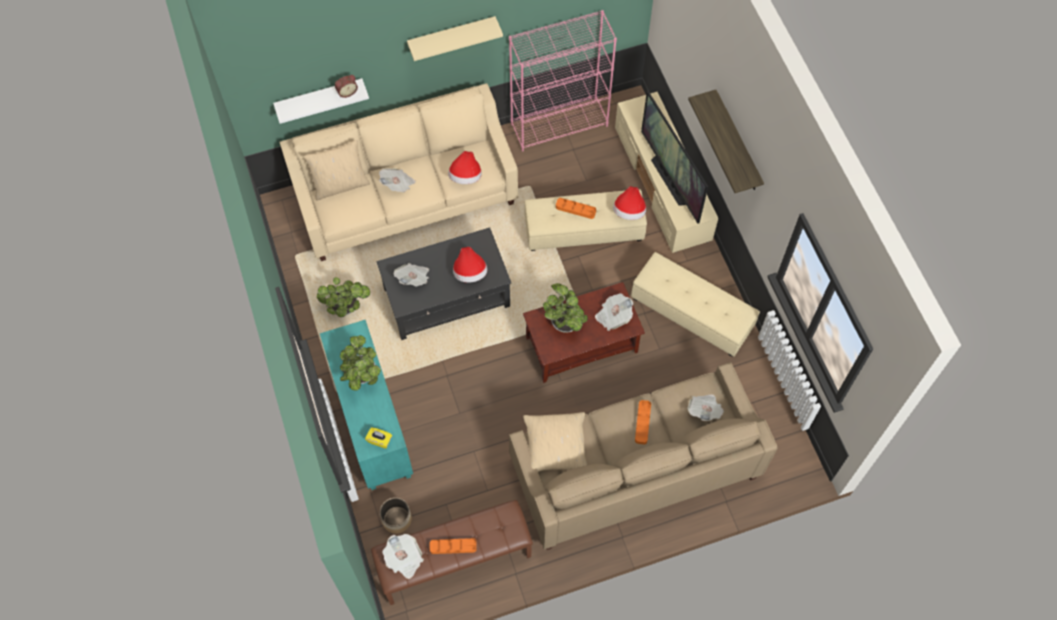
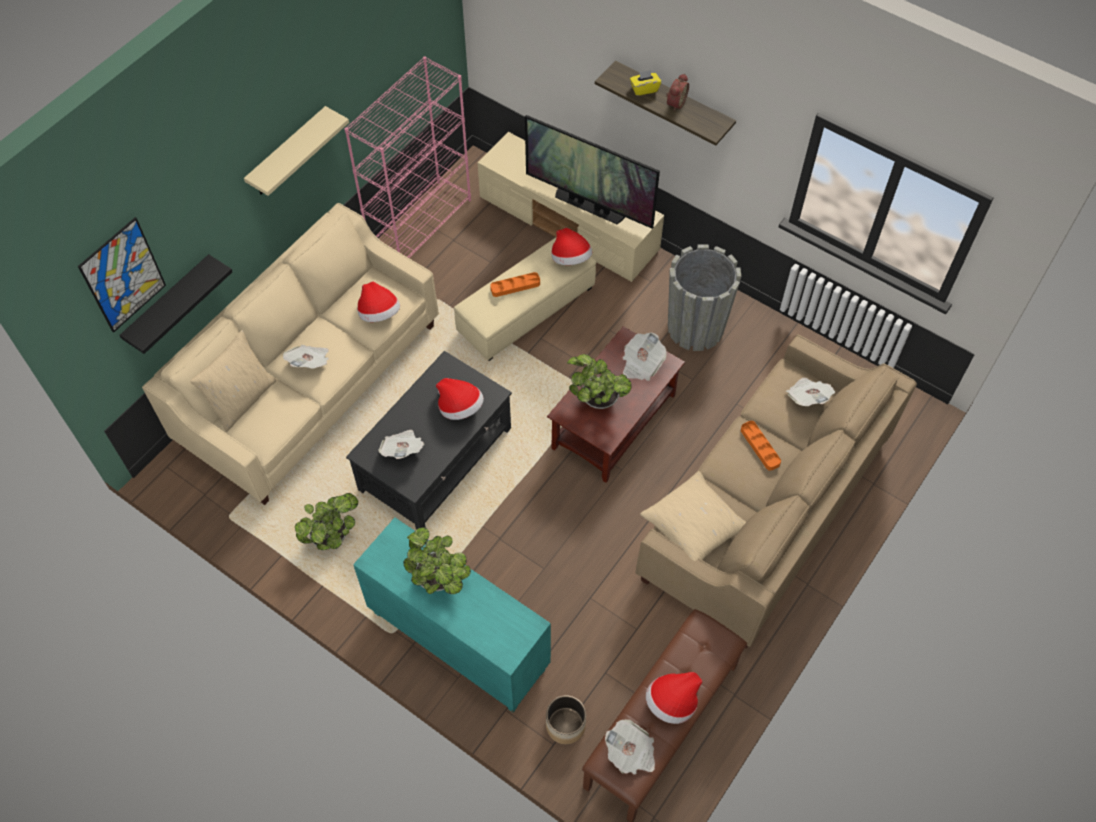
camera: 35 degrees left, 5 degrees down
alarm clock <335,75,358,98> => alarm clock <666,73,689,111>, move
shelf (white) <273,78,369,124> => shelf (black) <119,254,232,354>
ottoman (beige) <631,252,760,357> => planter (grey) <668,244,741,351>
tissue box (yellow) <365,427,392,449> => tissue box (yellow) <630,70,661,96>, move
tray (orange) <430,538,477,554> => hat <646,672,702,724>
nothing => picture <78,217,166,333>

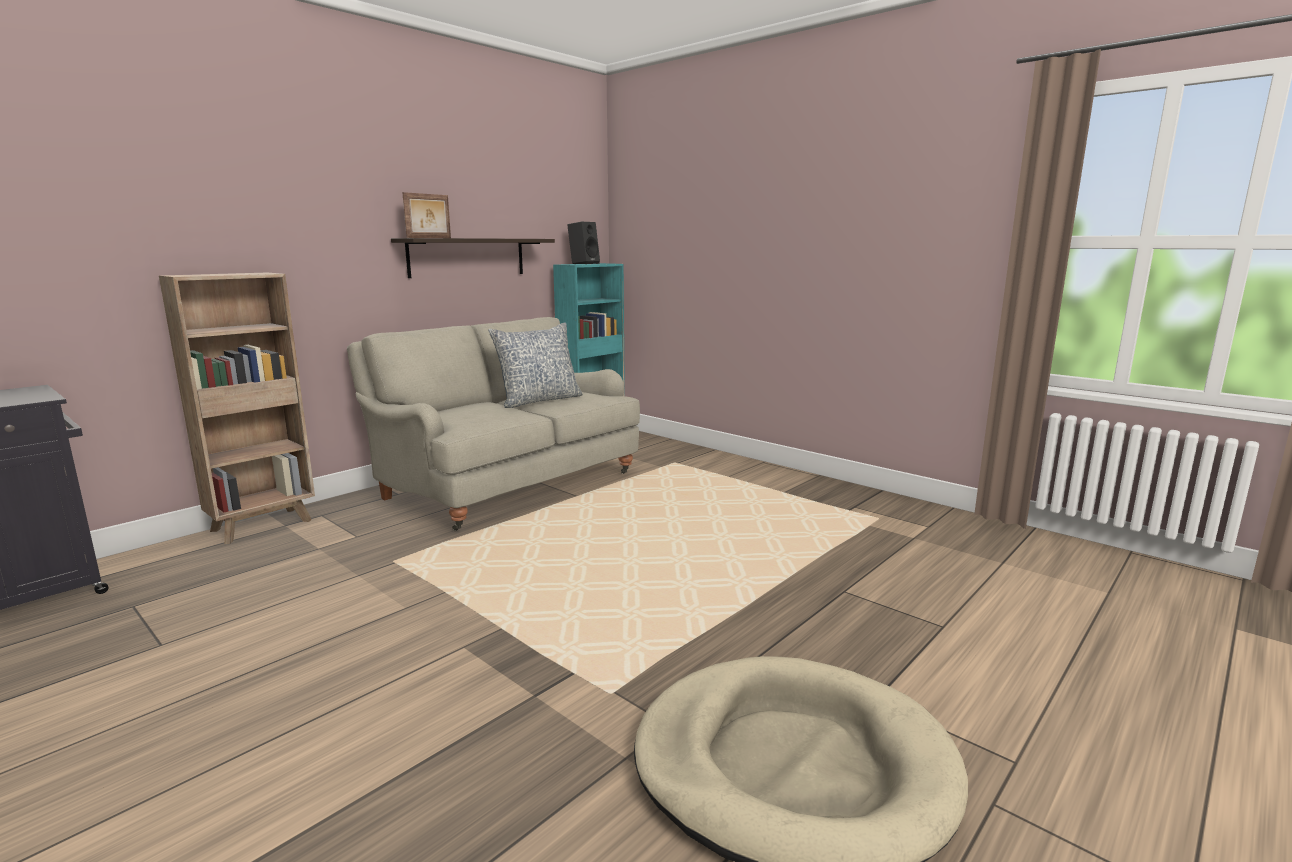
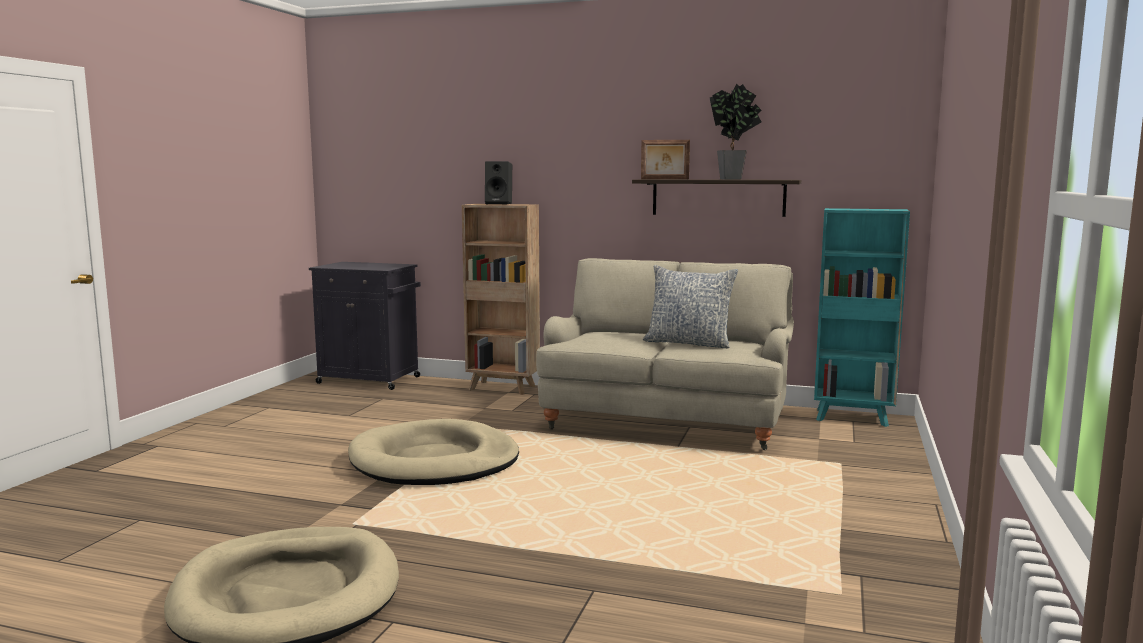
camera: 65 degrees right, 5 degrees down
speaker (black) <567,222,600,264> => speaker (black) <485,161,512,205>, move
nothing => potted plant <709,84,762,179>
nothing => dog bed (beige) <348,419,519,485>

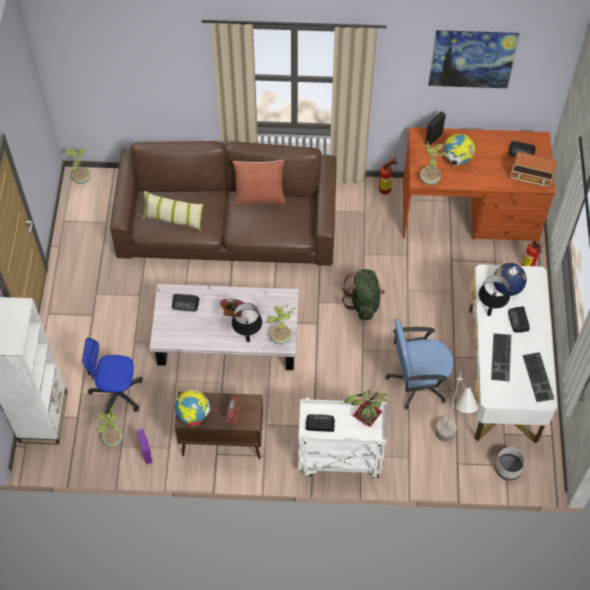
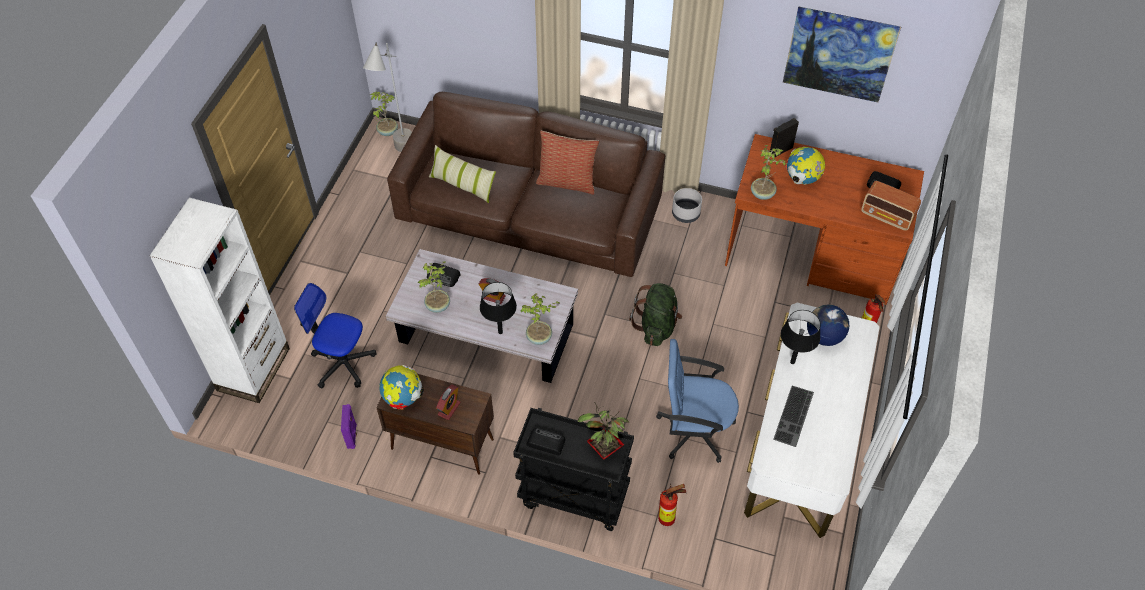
camera: 15 degrees right, 5 degrees down
fire extinguisher <379,157,398,194> => fire extinguisher <658,484,686,526>, move
radio <508,306,530,333> => nothing
keyboard <522,352,554,402> => nothing
floor lamp (grey) <435,371,478,442> => floor lamp (grey) <363,43,412,152>, move
cart (white) <298,398,387,478> => cart (black) <513,408,634,531>
potted plant <96,405,123,447> => potted plant <418,261,450,313>, move
planter (grey) <495,447,526,481> => planter (grey) <672,188,702,223>, move

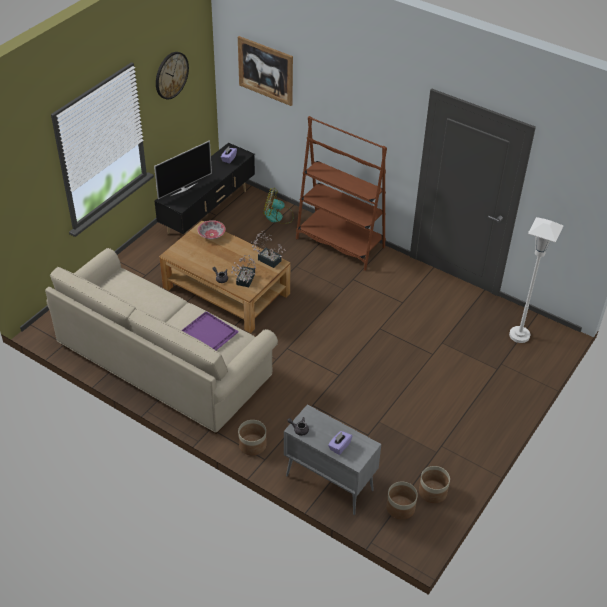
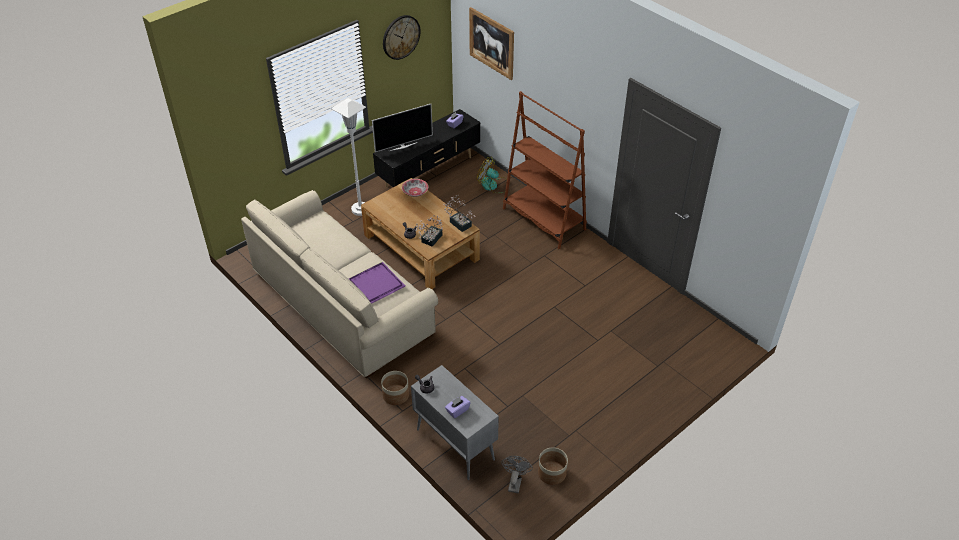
camera: 15 degrees right, 0 degrees up
floor lamp (white) <509,217,564,343> => floor lamp (white) <331,98,366,216>, move
planter <386,481,418,520> => fan (grey) <501,456,533,493>

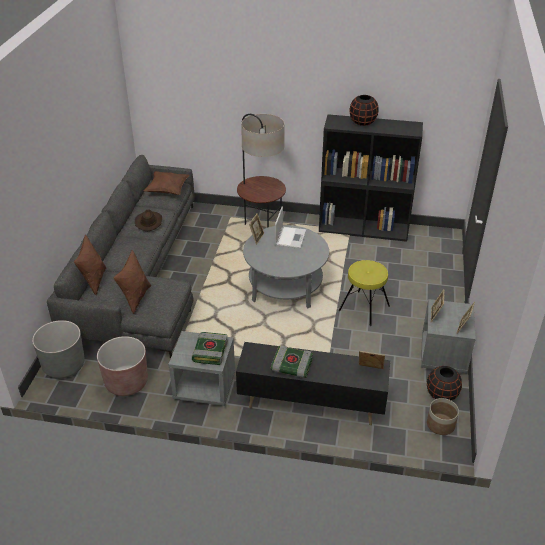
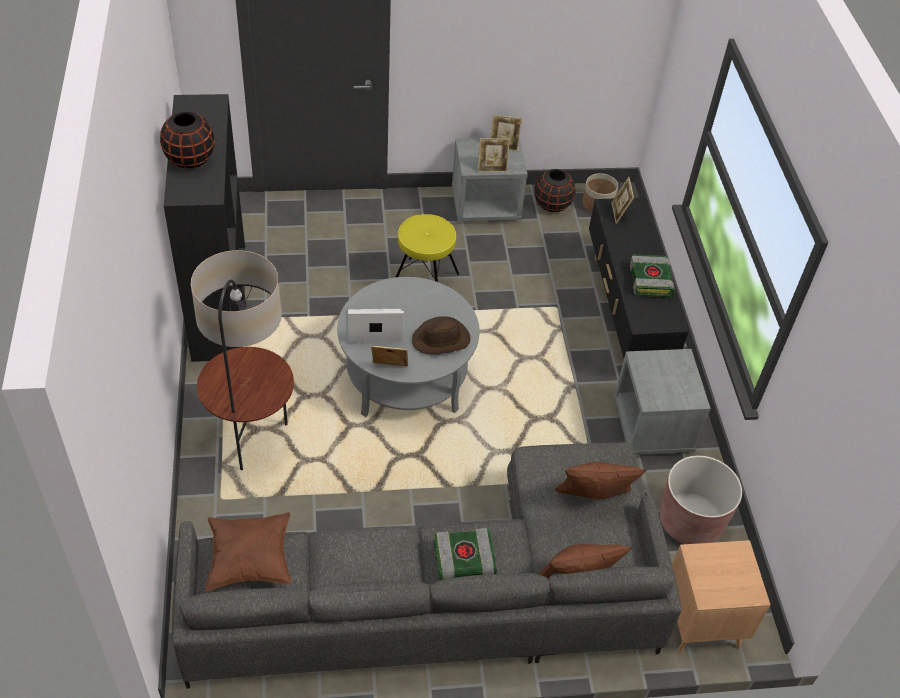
camera: 110 degrees left, 10 degrees up
hat (brown) <135,209,162,231> => hat (brown) <412,316,471,355>, move
planter (grey) <32,320,85,378> => side table (brown) <672,540,770,653>
book <192,332,227,365> => book <433,528,497,580>, move

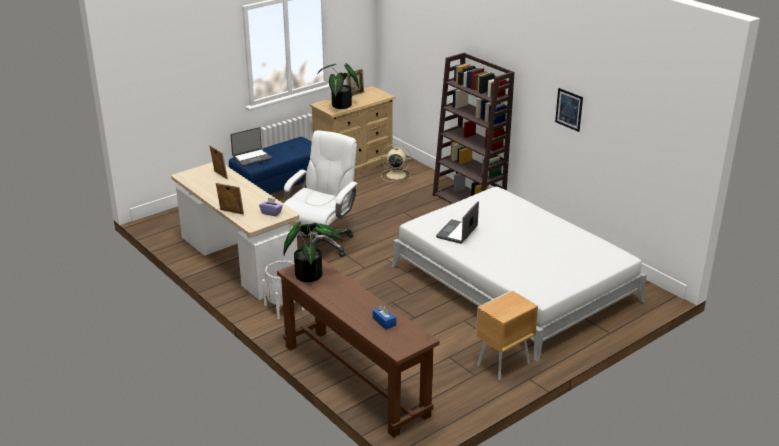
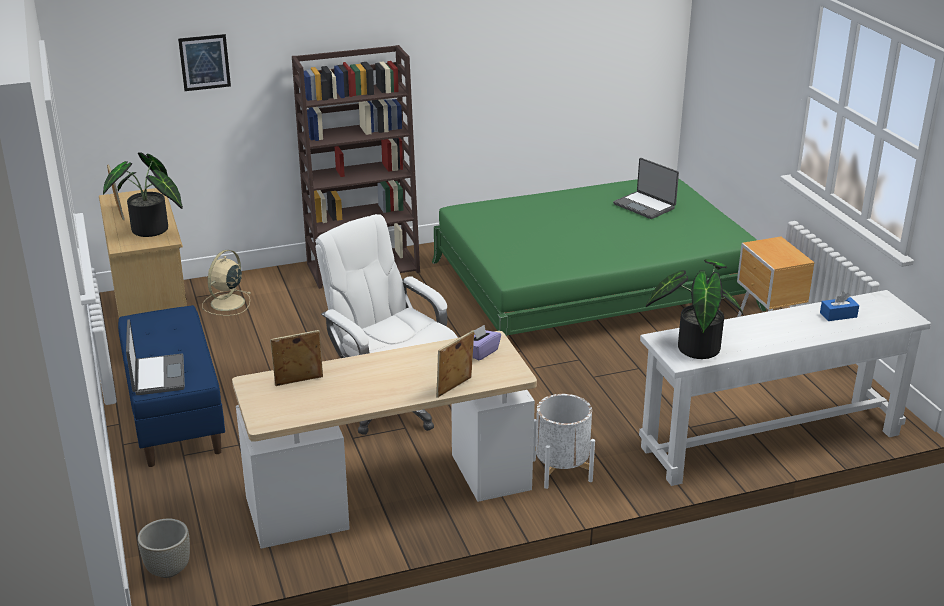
camera: 70 degrees left, 0 degrees up
picture <555,88,583,132> => picture <178,34,231,91>, move
bed (white) <391,186,647,362> => bed (green) <432,178,766,336>
laptop <436,201,479,244> => laptop <613,158,679,219>, move
console table (brown) <277,259,439,437> => console table (white) <639,290,931,486>
nothing => planter (grey) <138,519,190,578>

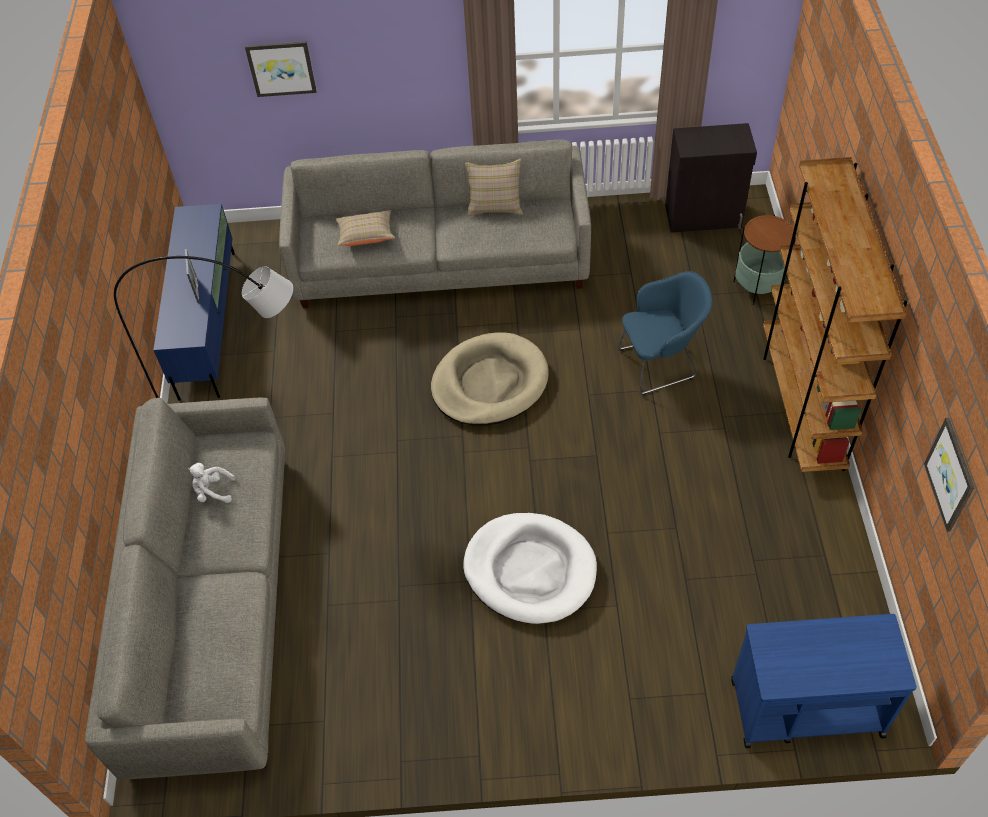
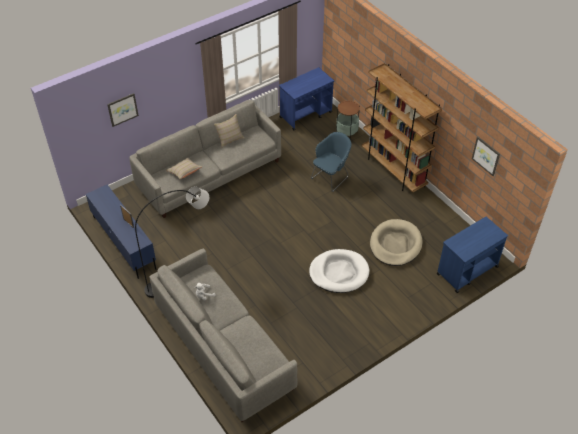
camera: 35 degrees left, 5 degrees down
cabinet (black) <665,123,757,233> => cart (blue) <279,67,334,131>
dog bed (beige) <431,332,549,426> => dog bed (beige) <370,219,423,266>, move

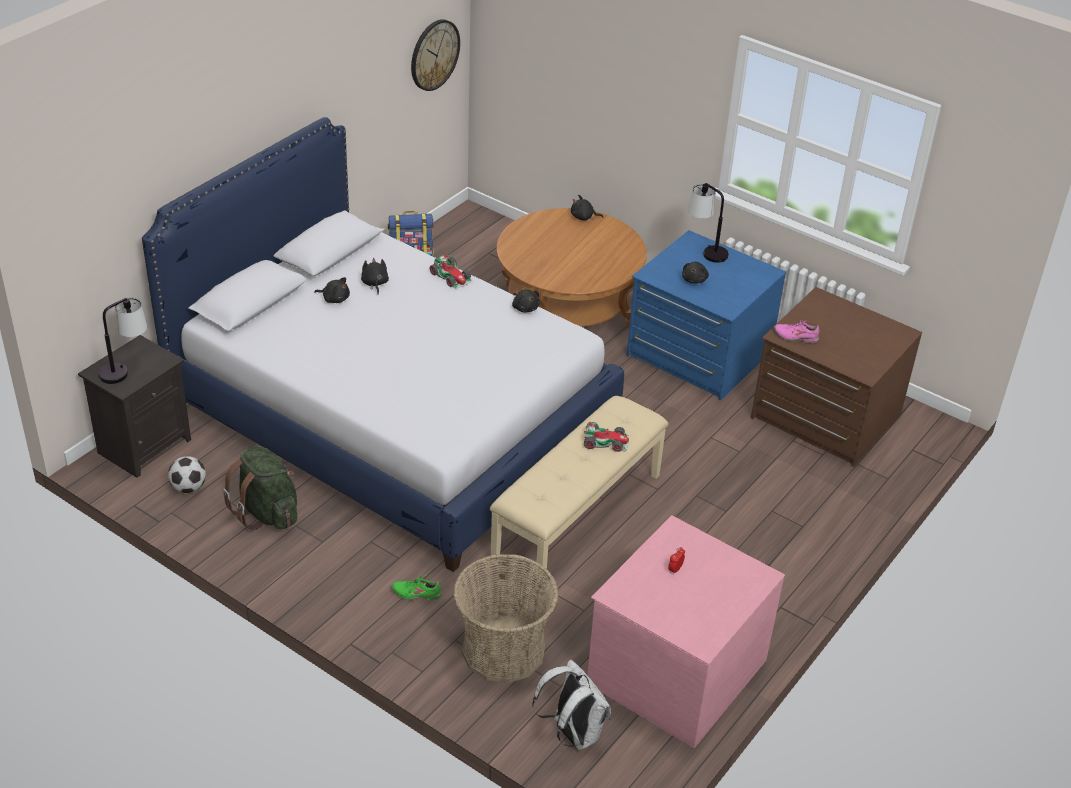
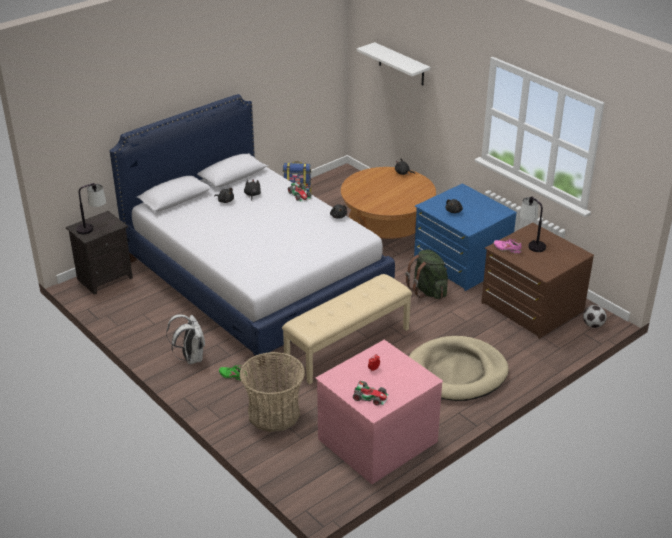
camera: 15 degrees right, 5 degrees down
wall clock <411,19,460,91> => nothing
table lamp <688,183,729,263> => table lamp <520,196,546,252>, move
toy car <584,422,629,452> => toy car <353,381,389,405>, move
backpack (green) <223,446,297,530> => backpack (green) <406,250,448,299>, move
football <168,456,206,493> => football <583,305,607,328>, move
backpack (white) <532,660,611,750> => backpack (white) <166,314,205,364>, move
nothing => shelf (white) <357,42,430,85>
nothing => dog bed (beige) <409,336,509,401>

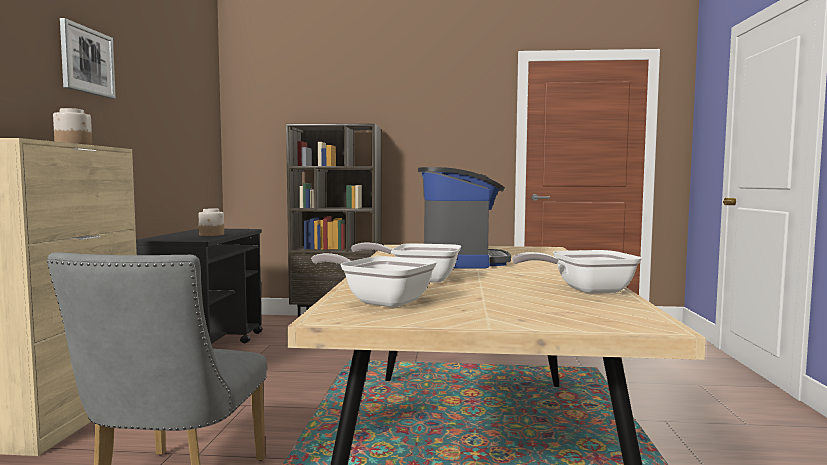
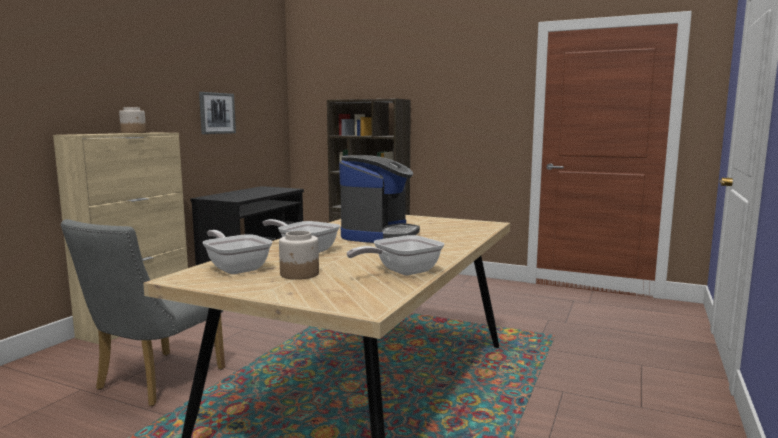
camera: 20 degrees right, 5 degrees up
picture <60,18,116,99> => picture <199,92,236,134>, move
jar <199,209,224,236> => jar <279,231,319,280>, move
frying pan <512,250,642,294> => frying pan <347,235,444,275>, 45 degrees counterclockwise

